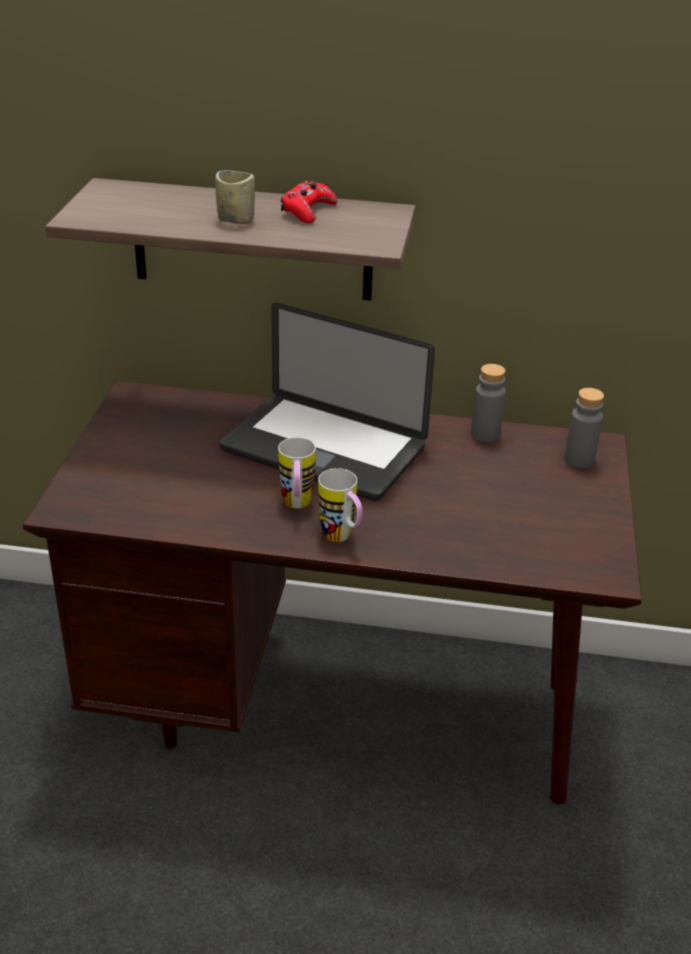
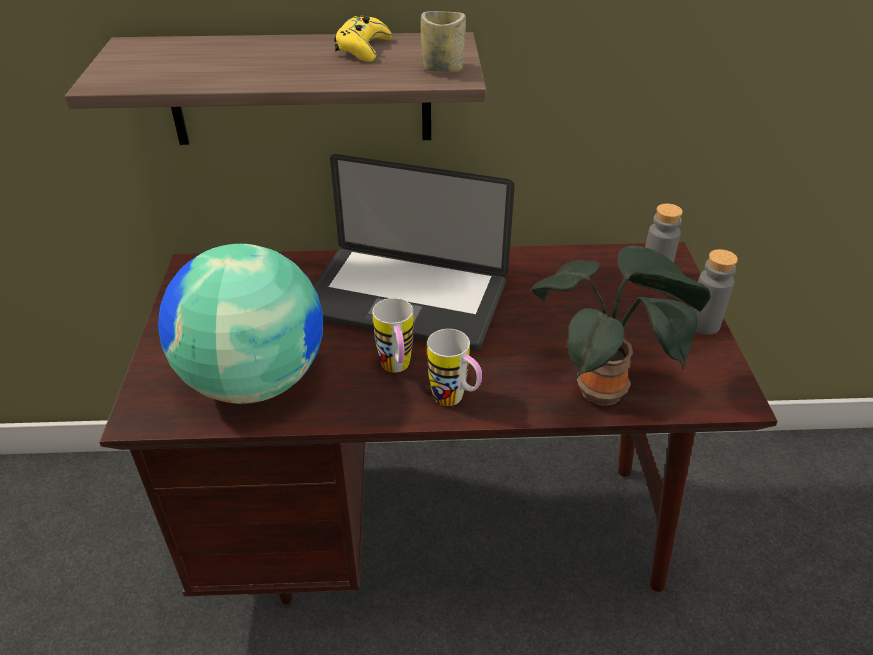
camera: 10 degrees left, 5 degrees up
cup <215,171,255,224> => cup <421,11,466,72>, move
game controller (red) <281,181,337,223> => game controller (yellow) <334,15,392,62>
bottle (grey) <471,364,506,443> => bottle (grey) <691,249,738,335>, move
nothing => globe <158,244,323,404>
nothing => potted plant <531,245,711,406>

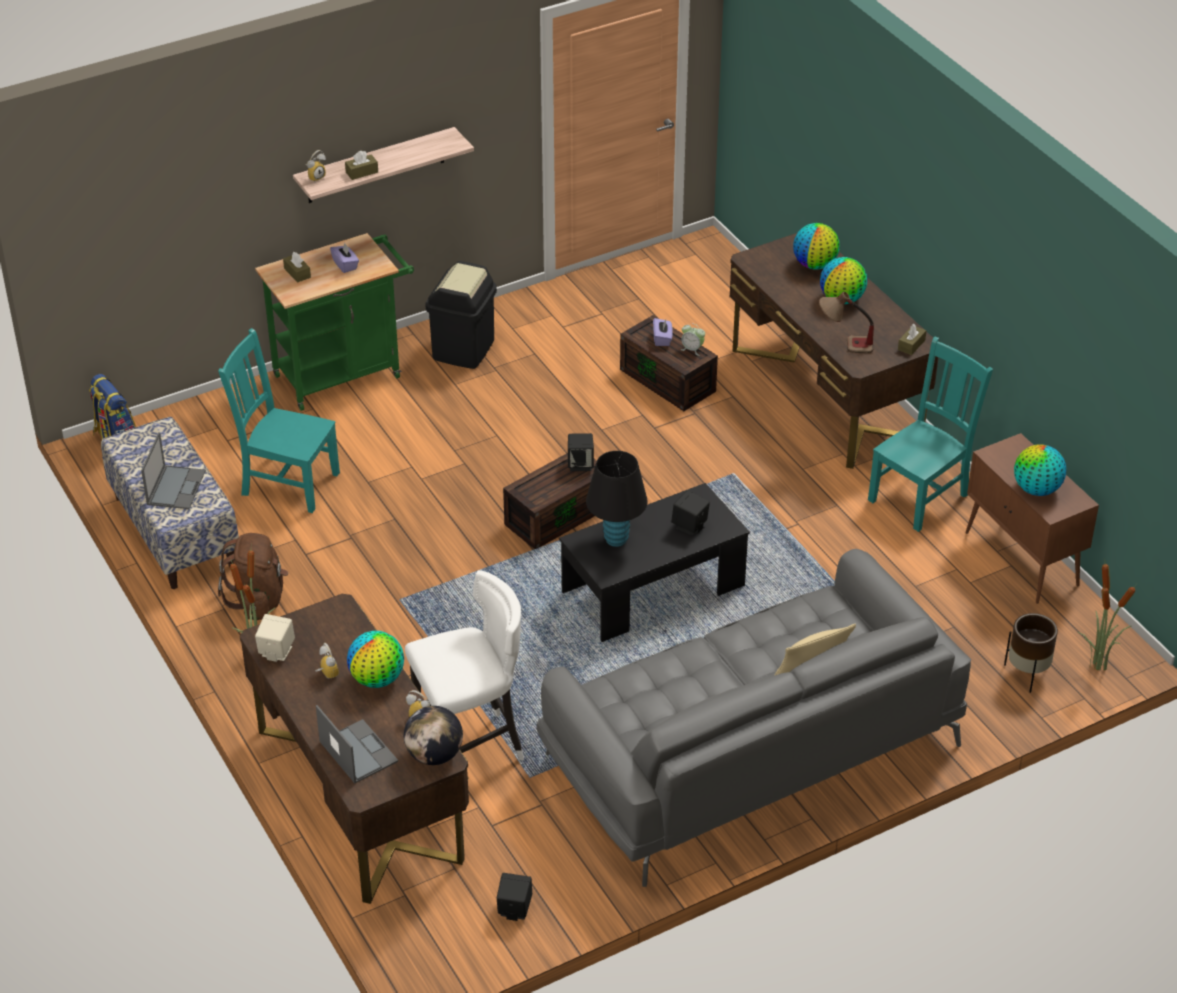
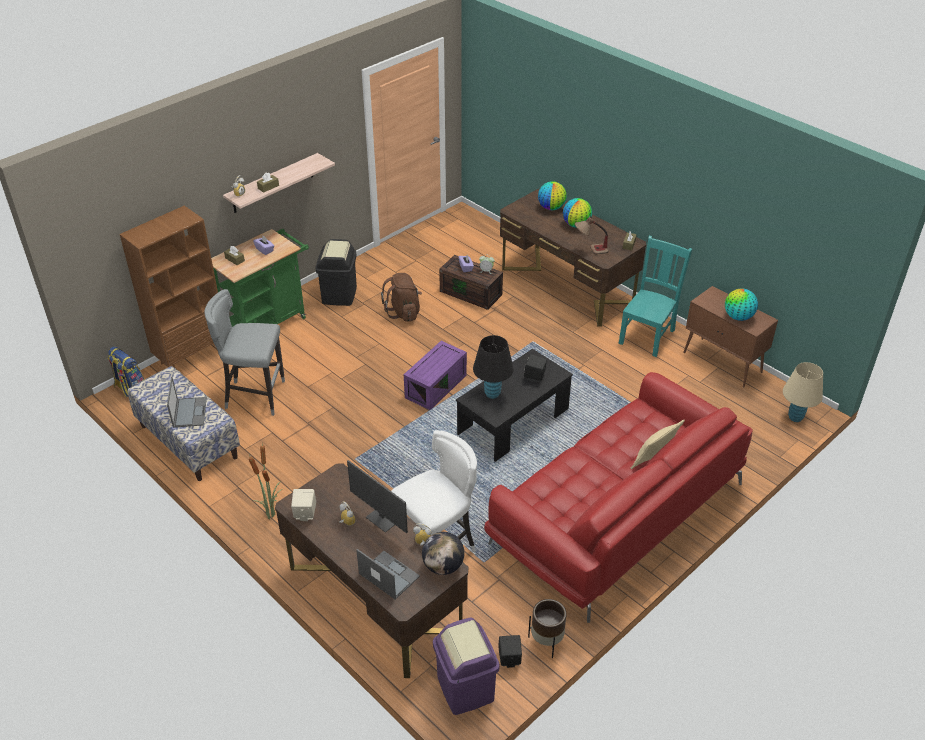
camera: 15 degrees left, 0 degrees up
chair (turquoise) <218,328,340,513> => stool (grey) <204,289,285,416>
speaker (black) <568,433,594,471> => nothing
storage box (brown) <503,453,597,549> => storage box (purple) <404,341,467,410>
backpack (brown) <218,533,289,620> => backpack (brown) <381,273,422,322>, move
sofa (grey) <537,549,971,887> => sofa (red) <484,372,753,623>
potted plant <1078,564,1136,671> => table lamp (beige) <783,362,823,422>
planter (brown) <1004,613,1058,693> => planter (brown) <528,599,566,658>, move
globe <347,631,404,688> => monitor <347,460,408,533>
nothing => bookcase (brown) <120,206,218,368>
nothing => trash can (purple) <433,617,500,715>

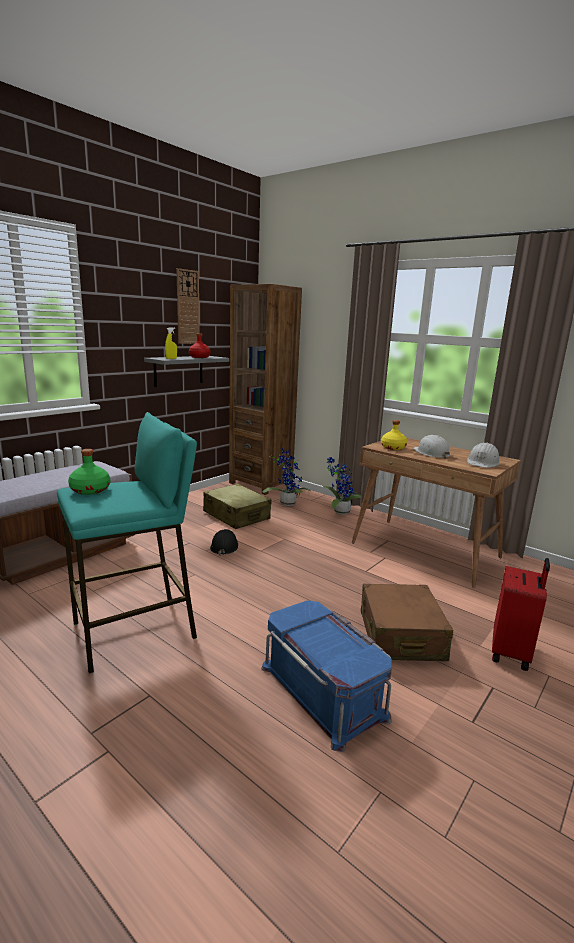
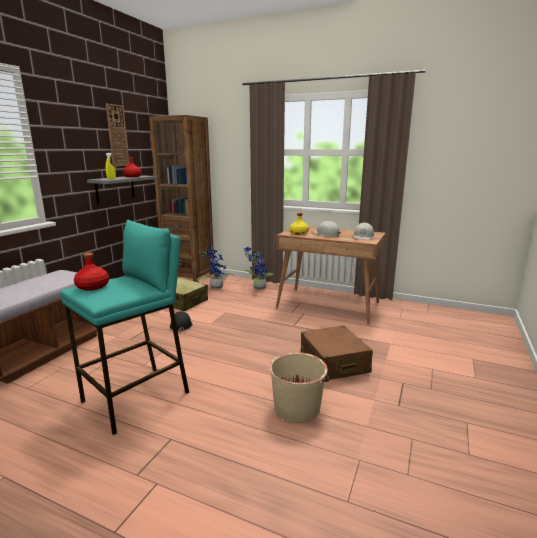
camera: 15 degrees left, 0 degrees up
bottle (green) <68,449,110,495> => bottle (red) <74,253,109,291>
suitcase (red) <492,558,550,671> => nothing
storage box (blue) <261,600,392,752> => bucket (beige) <269,352,330,423>

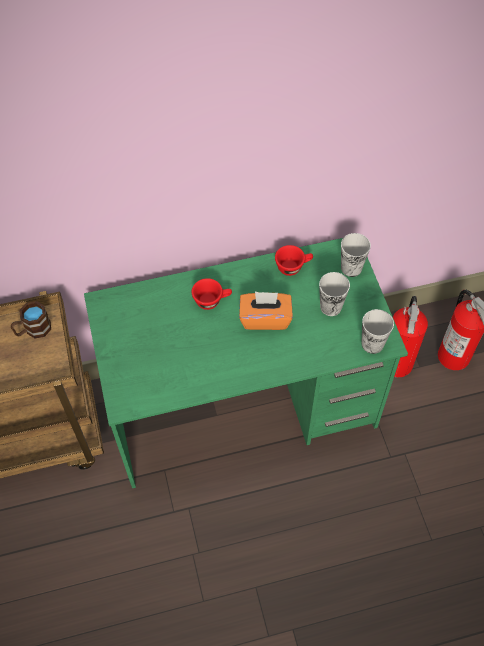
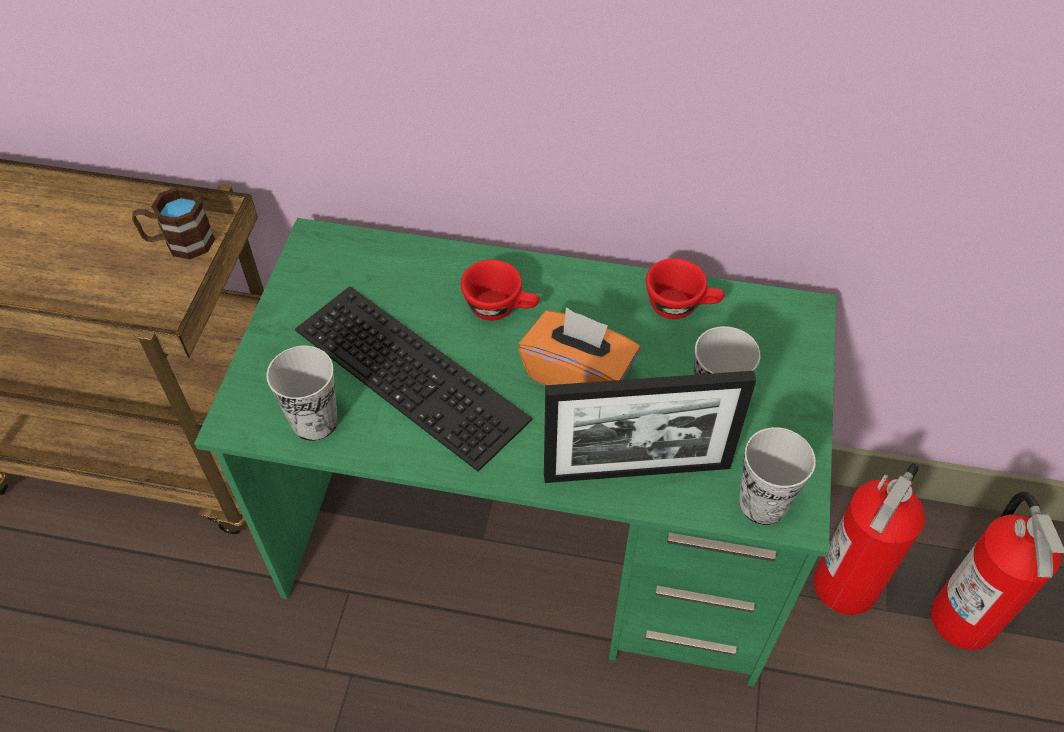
camera: 25 degrees right, 5 degrees down
cup <341,233,371,277> => cup <266,346,338,441>, move
nothing => keyboard <295,286,532,472>
nothing => picture frame <544,371,756,483>

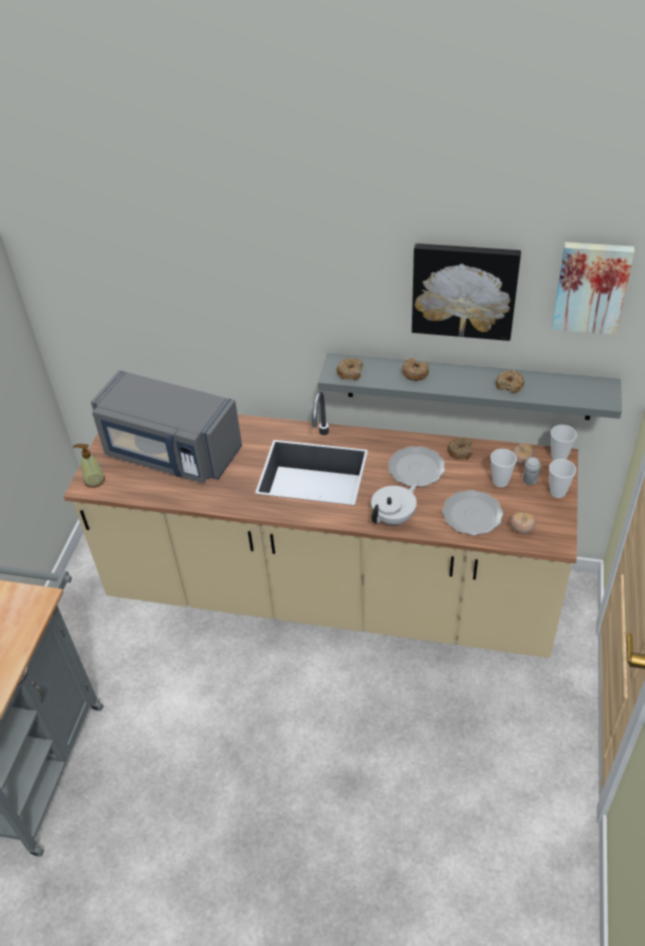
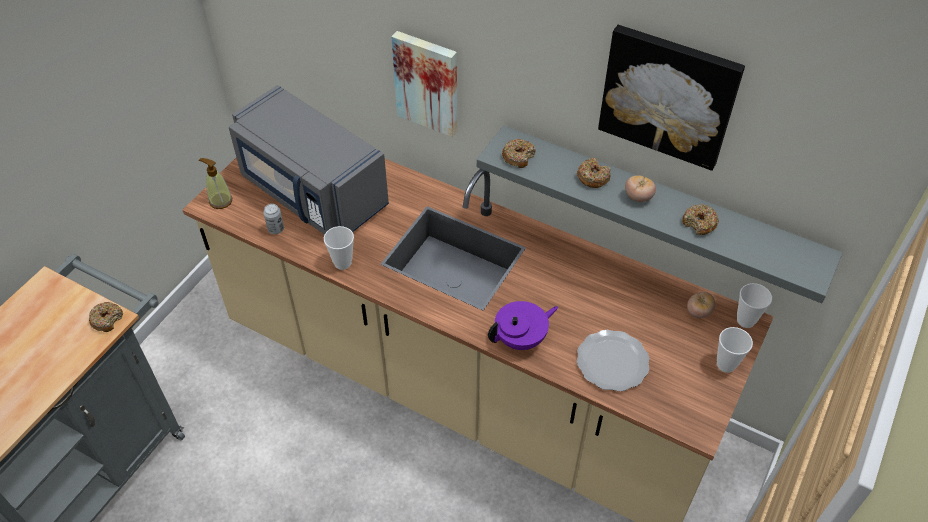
camera: 15 degrees right, 5 degrees up
picture <551,242,635,335> => picture <391,31,457,137>, move
donut <447,438,472,459> => donut <89,302,123,332>, move
plate <388,446,445,487> => nothing
cup <490,449,517,487> => cup <324,226,354,270>, move
can <523,457,541,485> => can <263,204,284,234>, move
teapot (white) <371,483,417,525> => teapot (purple) <488,301,558,350>
tomato <510,512,536,534> => tomato <625,175,656,202>, move

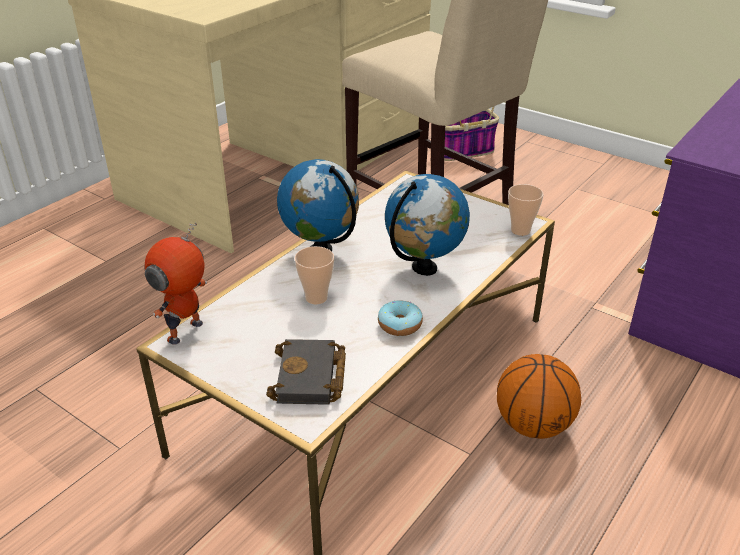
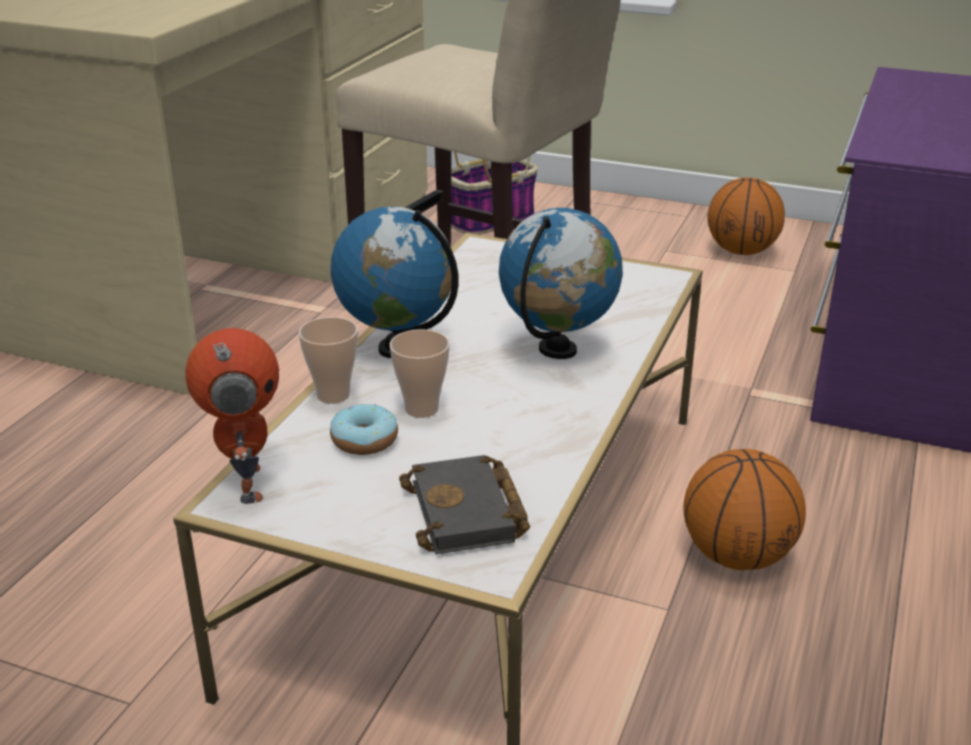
camera: 15 degrees left, 5 degrees down
cup <508,184,544,236> => cup <299,317,358,404>, move
toy robot <144,222,207,345> => toy robot <185,328,279,504>, 150 degrees clockwise
donut <378,301,423,336> => donut <330,404,398,455>, move
nothing => basketball <707,177,785,255>

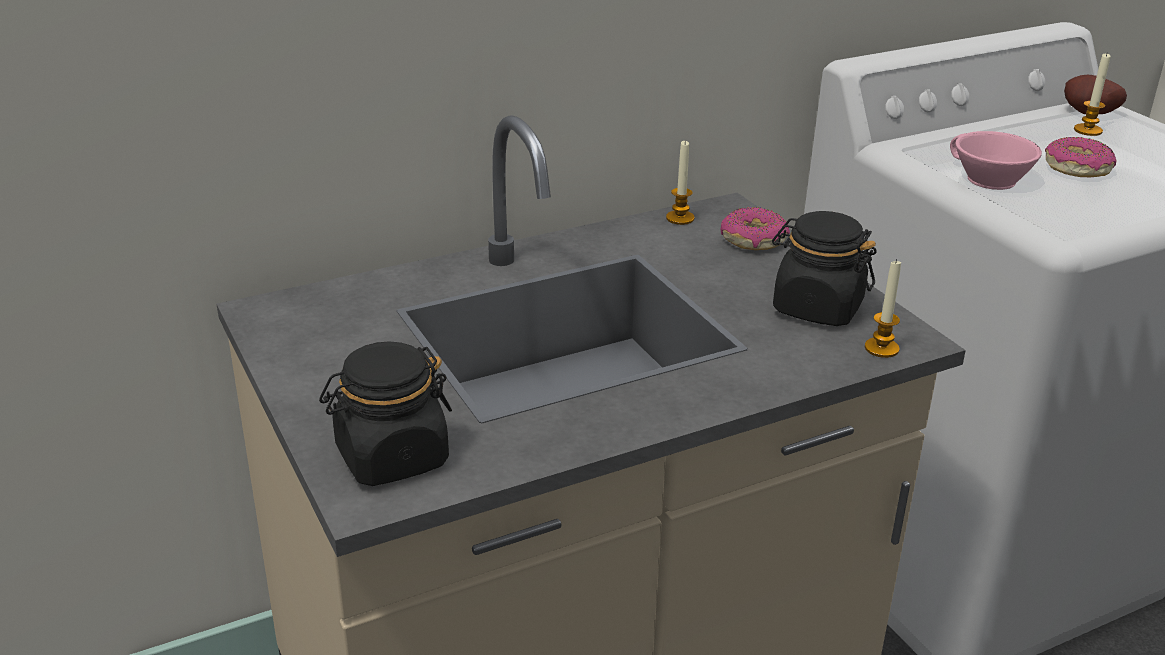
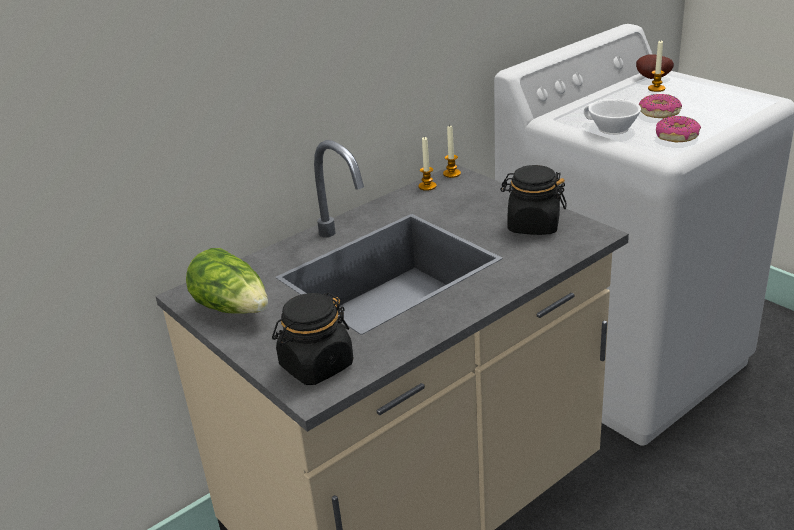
camera: 10 degrees left, 0 degrees up
cup (pink) <950,131,1042,190> => cup (white) <584,99,641,135>
donut <720,207,790,250> => donut <656,116,701,143>, move
candle <865,259,901,358> => candle <443,126,461,178>, move
nothing => lettuce <186,248,268,314>

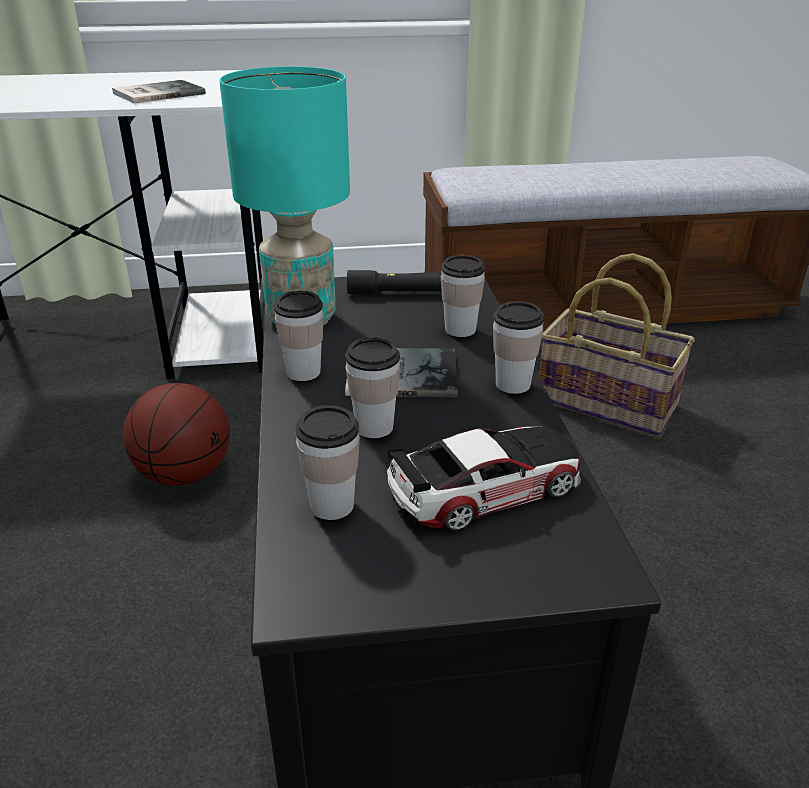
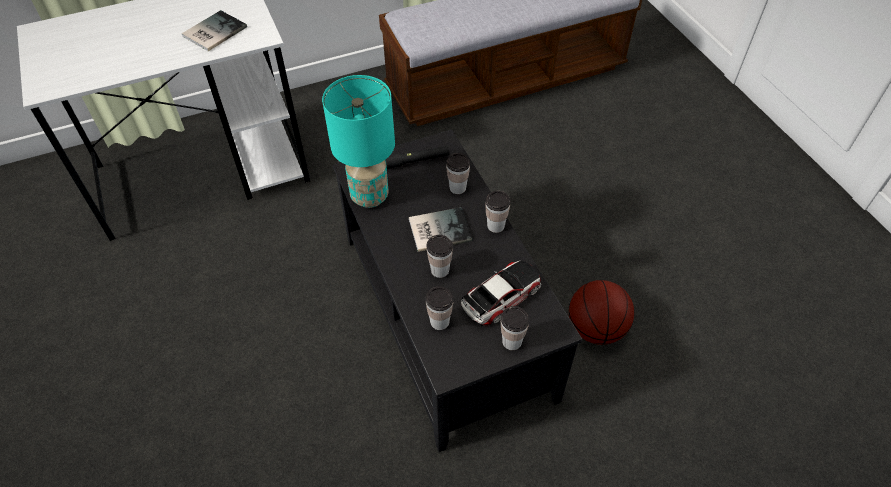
camera: 15 degrees left, 20 degrees up
basket <539,253,695,436> => nothing
cup <274,291,324,381> => cup <501,306,529,350>, move
basketball <123,383,230,486> => basketball <569,280,635,345>, move

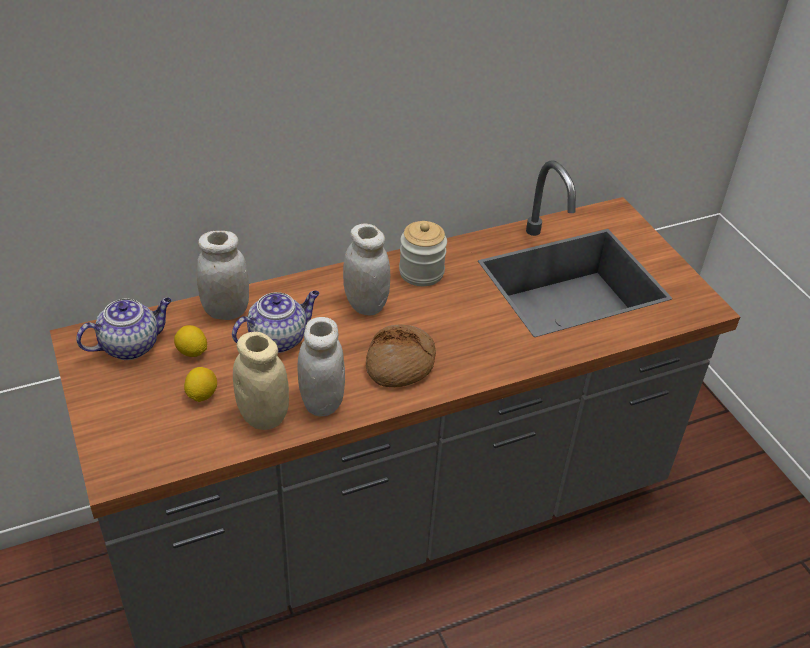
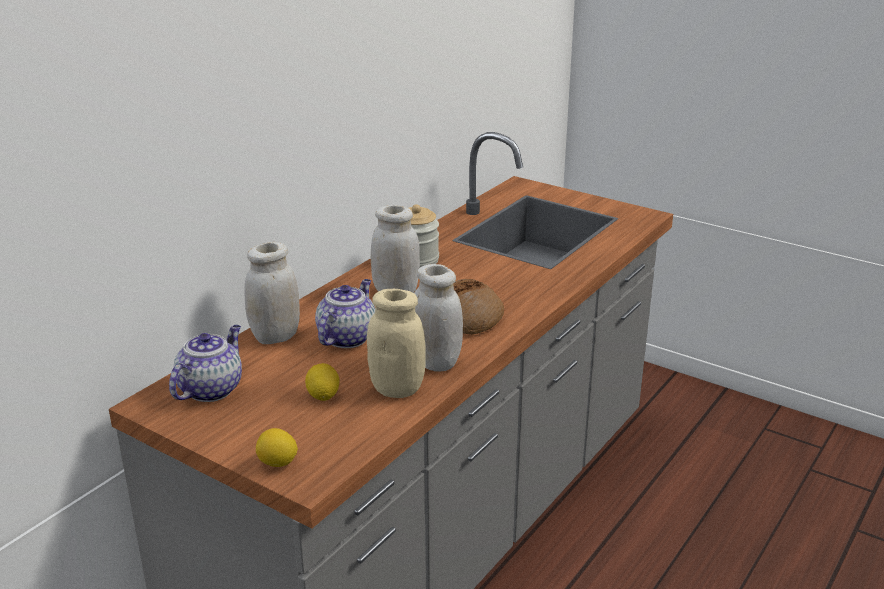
camera: 30 degrees left, 15 degrees down
lemon <174,325,207,357> => lemon <256,428,298,467>, move

